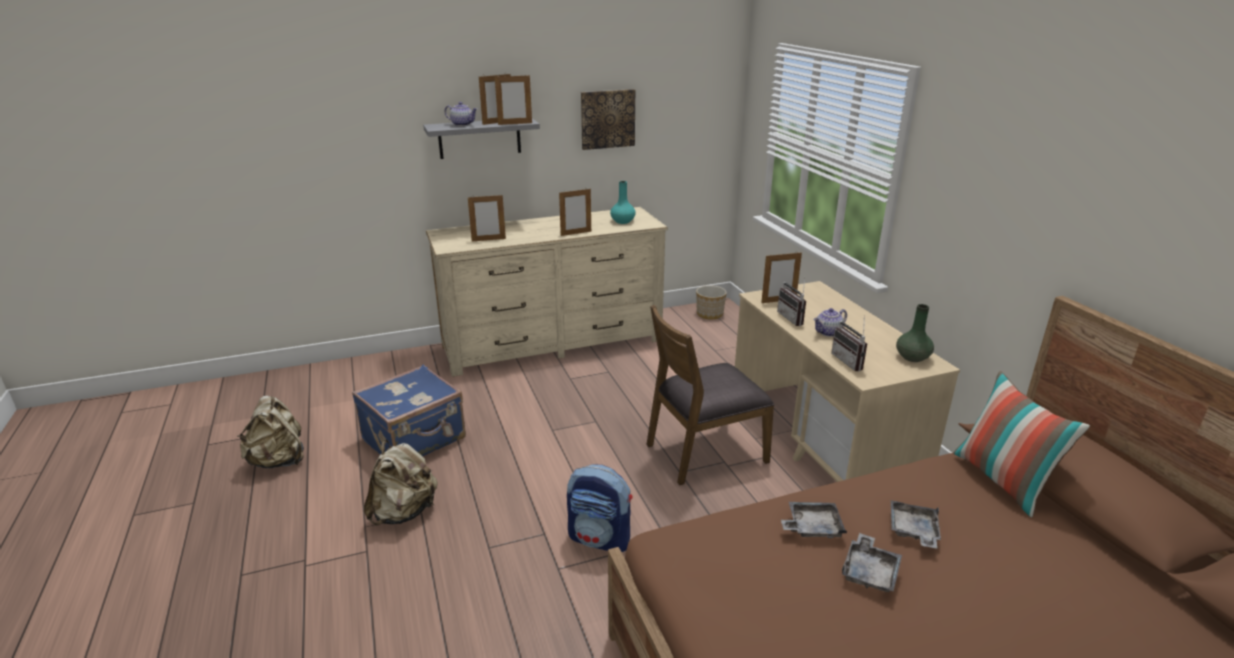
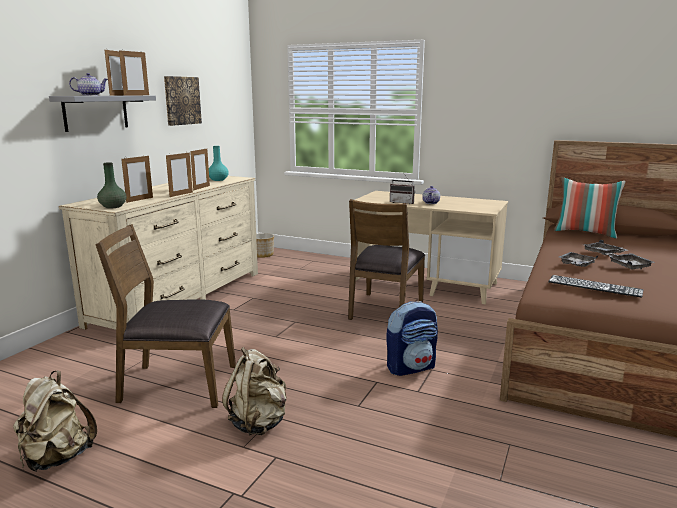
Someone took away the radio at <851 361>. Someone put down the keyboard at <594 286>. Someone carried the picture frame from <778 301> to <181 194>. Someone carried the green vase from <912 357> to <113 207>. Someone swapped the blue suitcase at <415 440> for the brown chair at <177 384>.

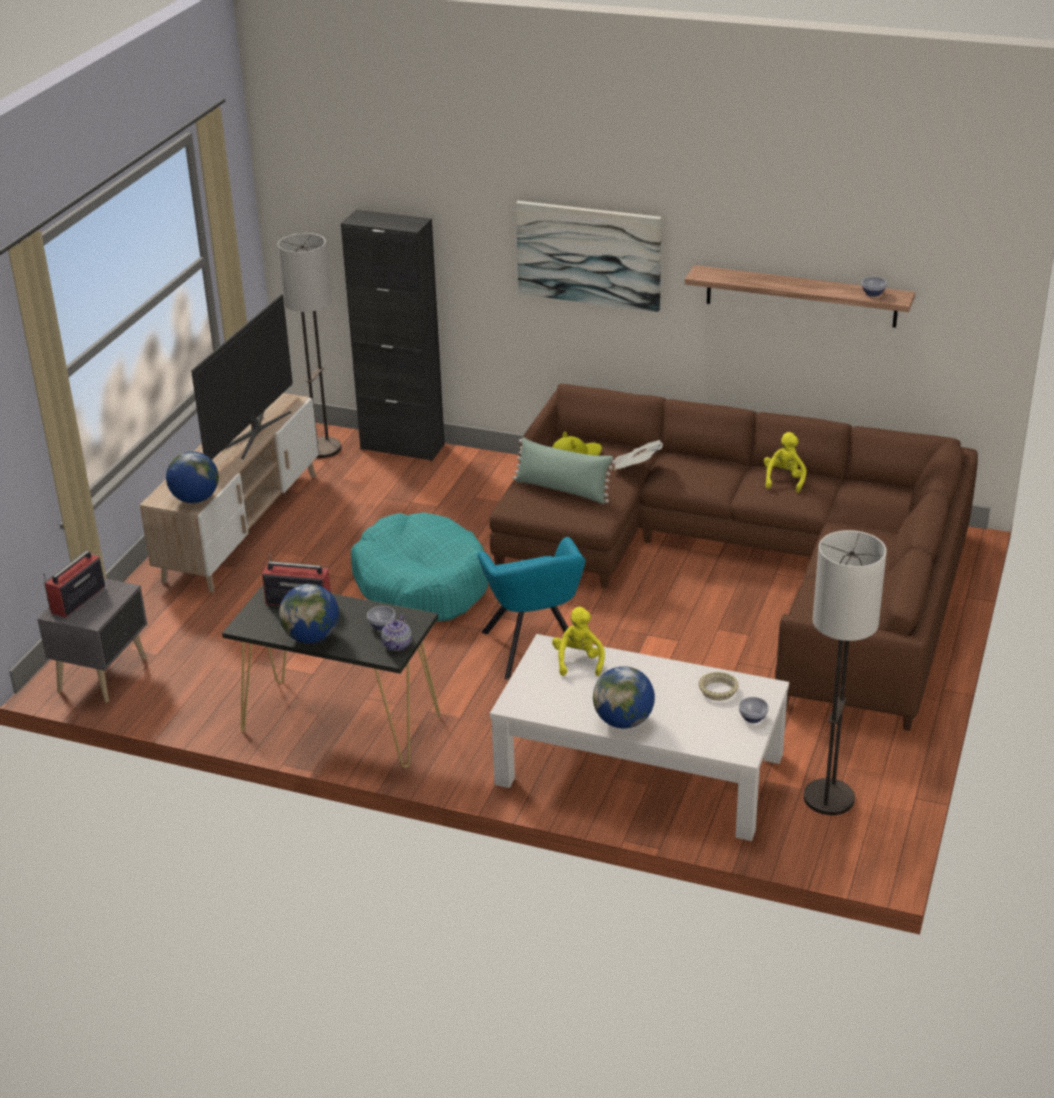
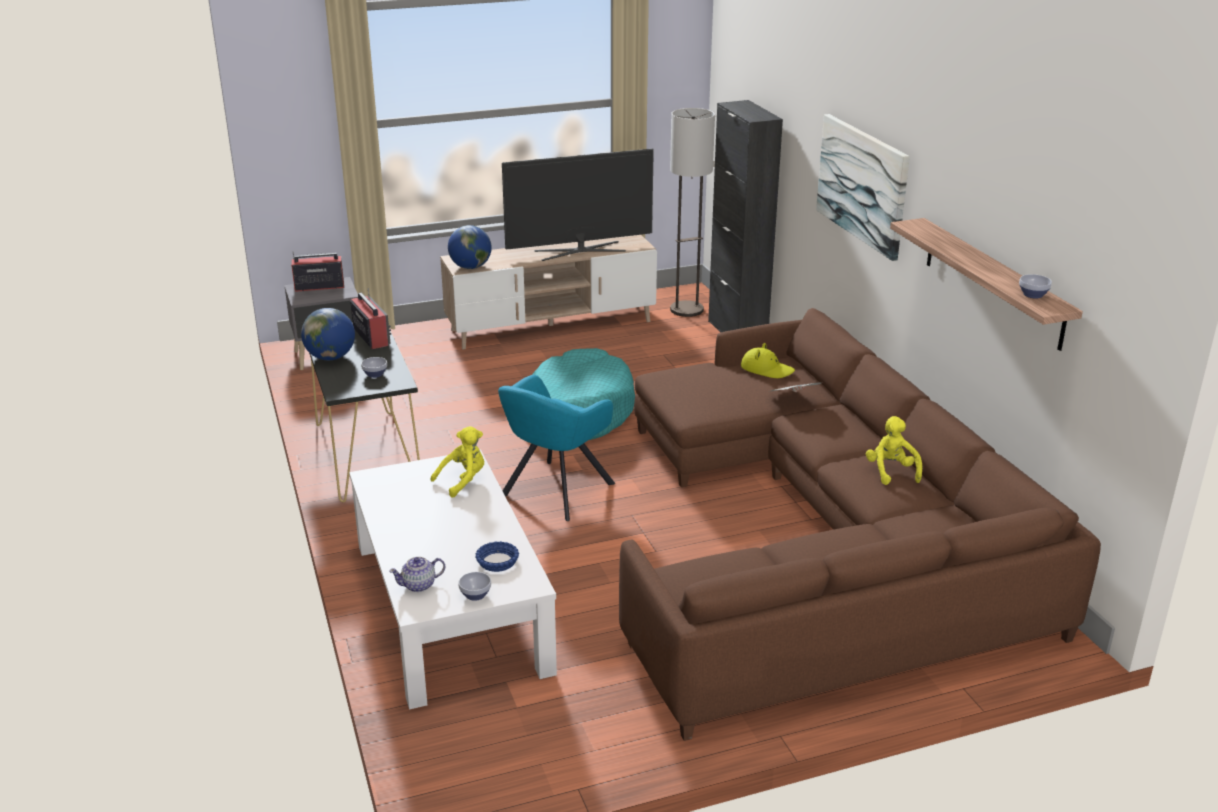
Someone took away the green pillow at <562 490>. Someone took away the globe at <623 721>. Someone took away the floor lamp at <829 798>. Someone carried the teapot from <397 644> to <419 585>. Someone repainted the beige bowl at <718 690>, which became the blue bowl at <497 561>. Someone rotated the yellow plush toy at <784 480> by 75 degrees counterclockwise.

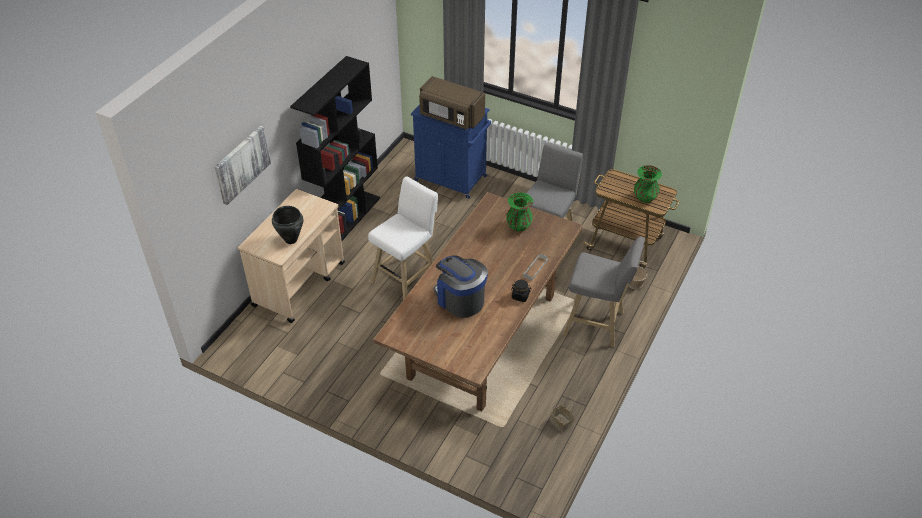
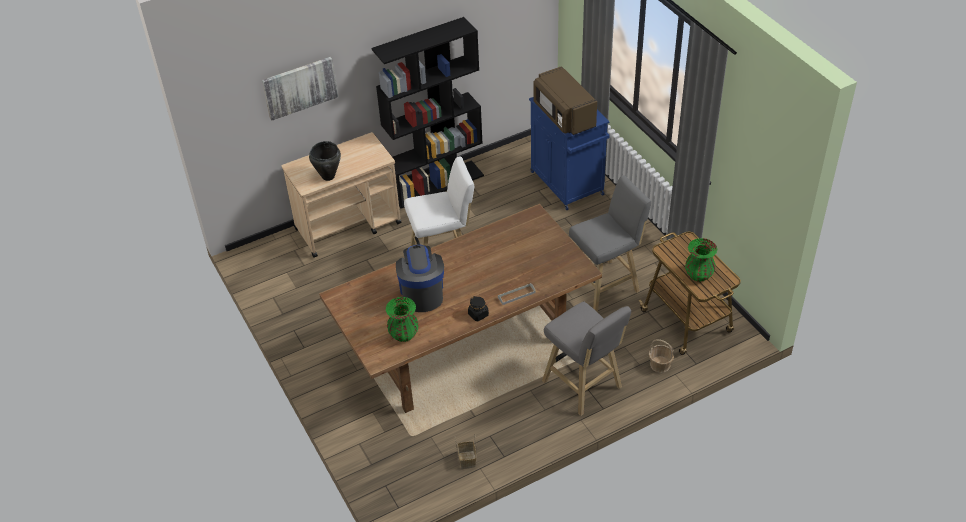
Someone carried the green vase from <518 226> to <404 334>.

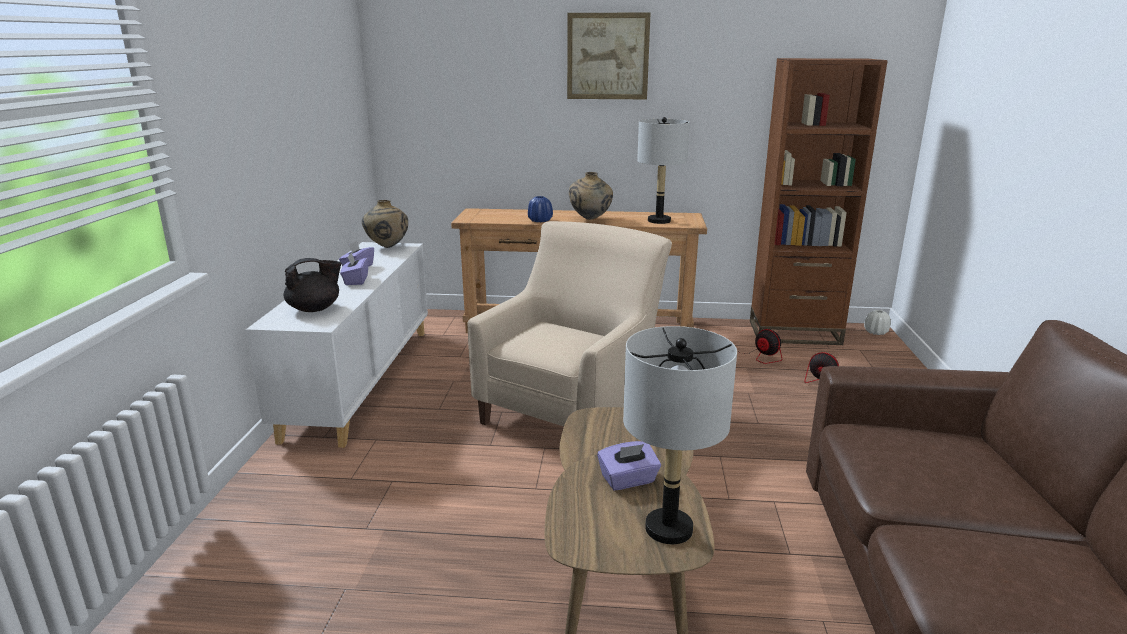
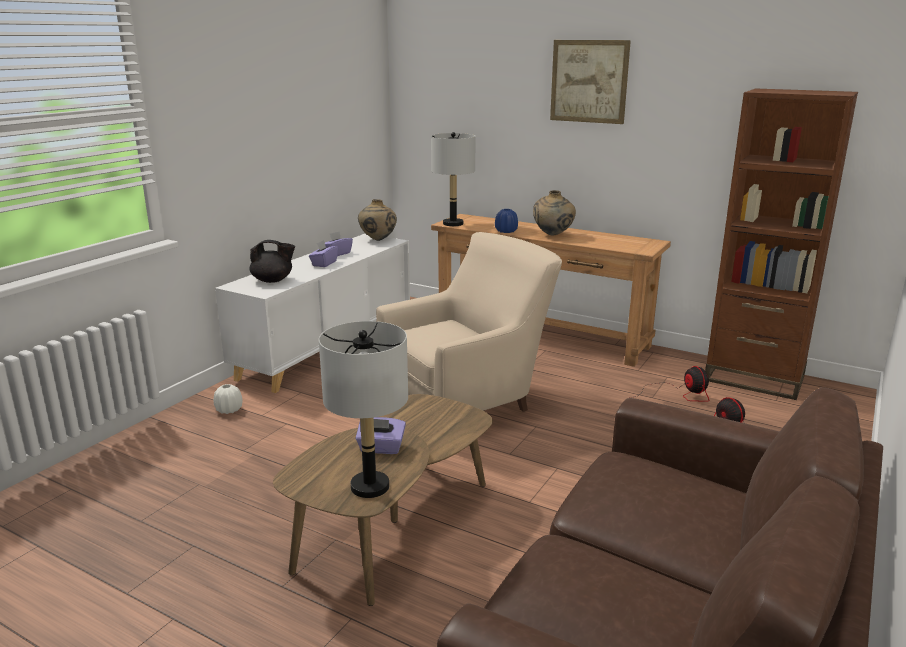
Someone carried the grey table lamp from <659 221> to <453 224>. Someone carried the white vase from <876 332> to <229 410>.

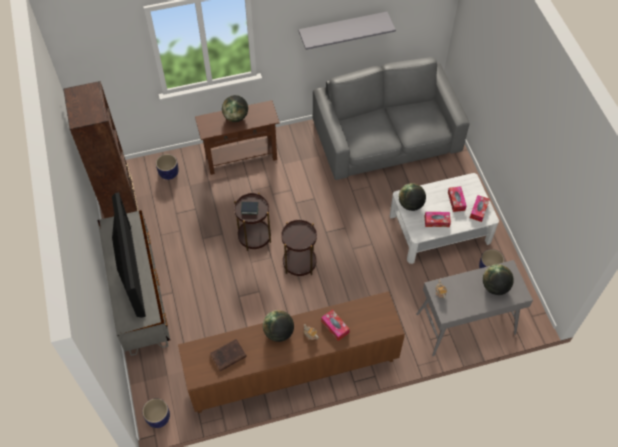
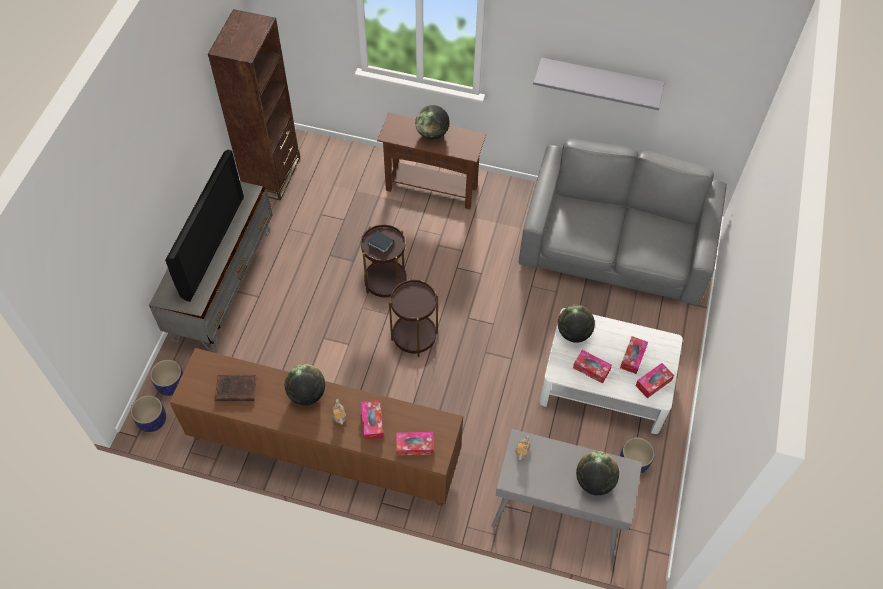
Someone put down the tissue box at <414 446>. Someone carried the planter from <169 173> to <172 385>.

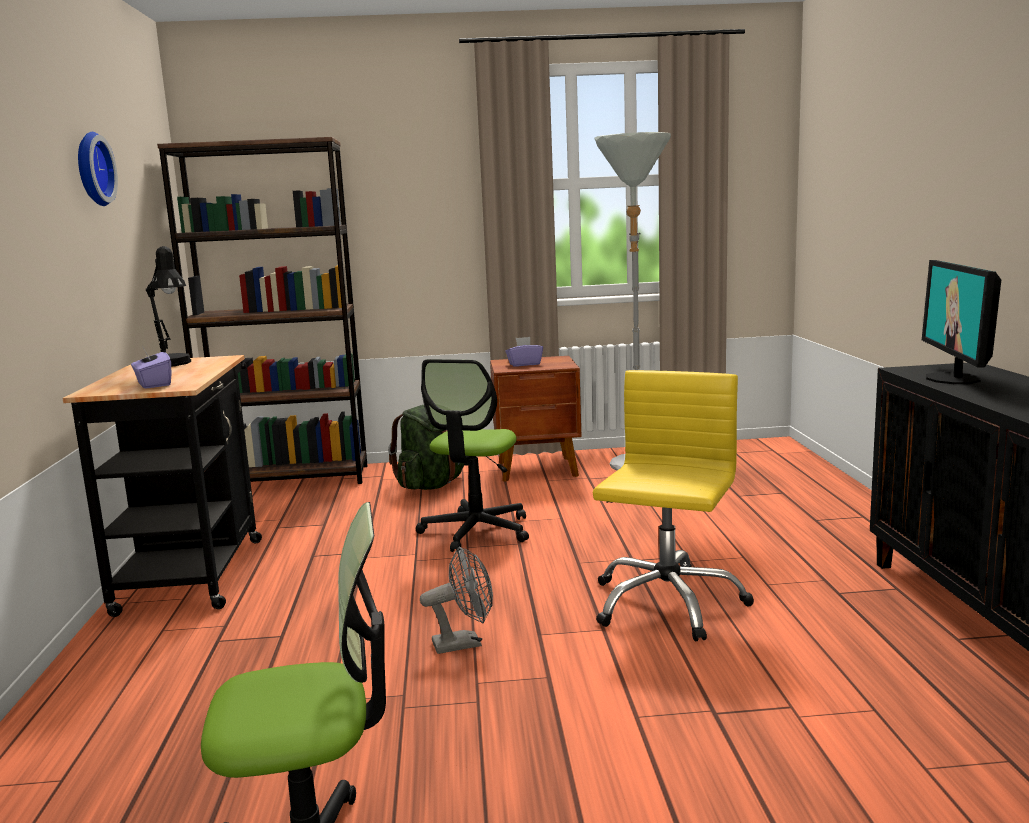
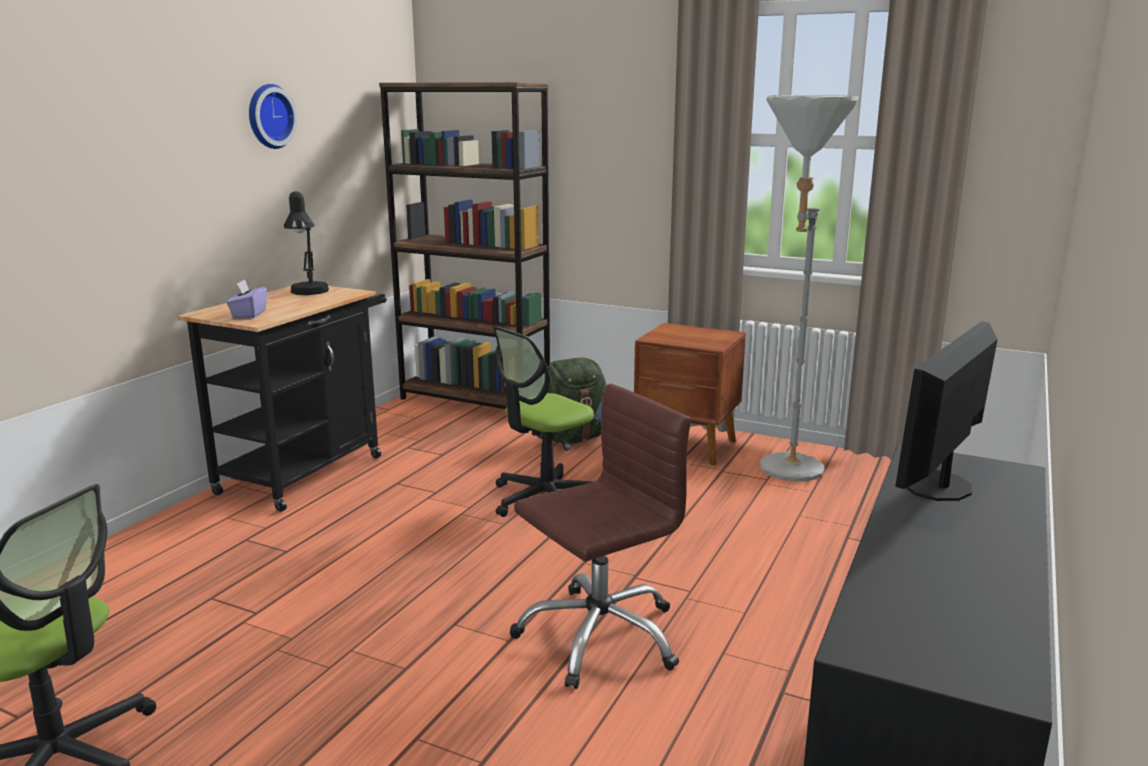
Someone took away the grey fan at <464 643>. Someone took away the purple tissue box at <524 364>. Someone repainted the yellow office chair at <666 603>, which became the brown office chair at <599 635>.

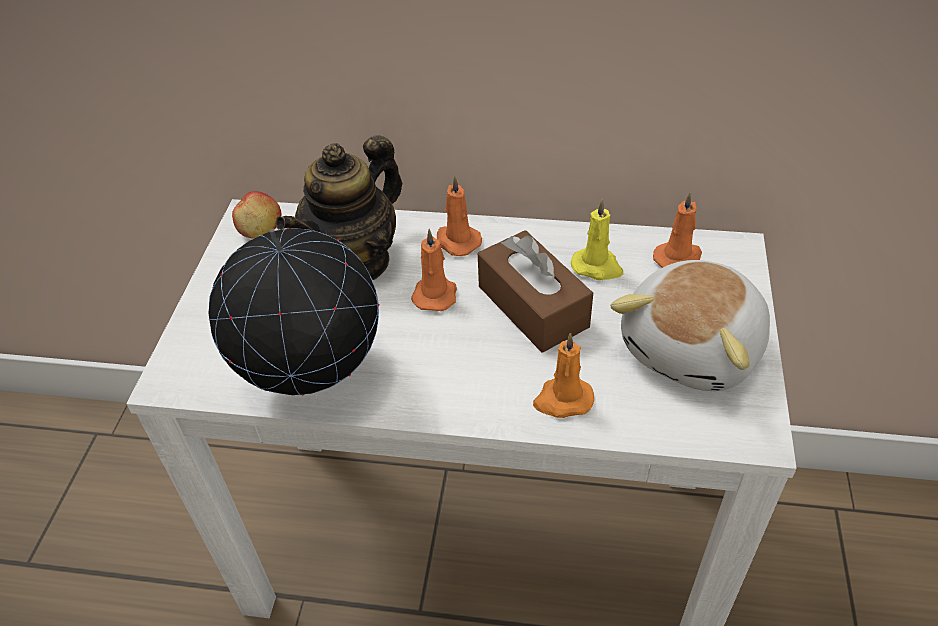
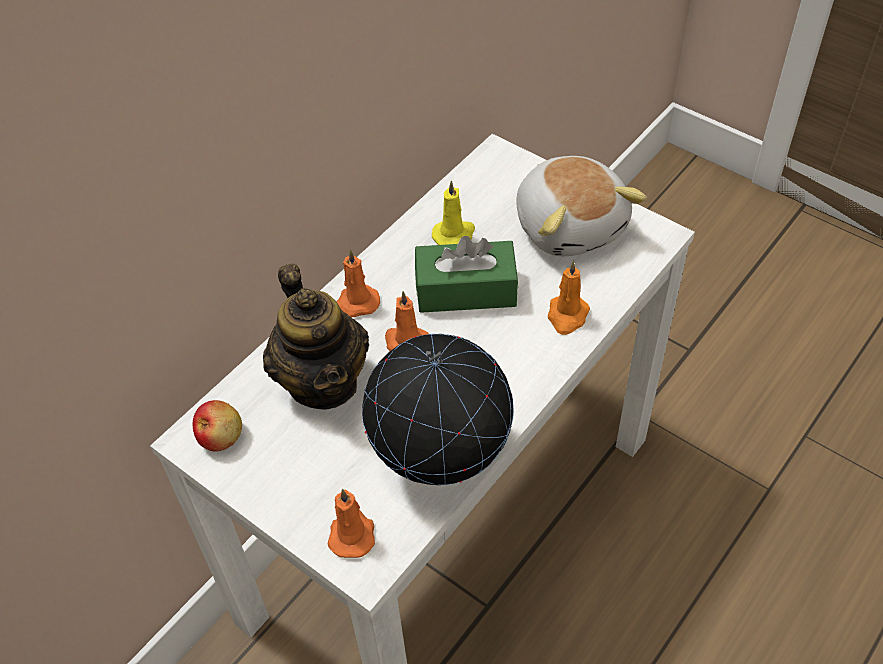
Someone carried the orange candle from <679 258> to <352 533>. Someone repainted the brown tissue box at <533 306>, which became the green tissue box at <466 290>.

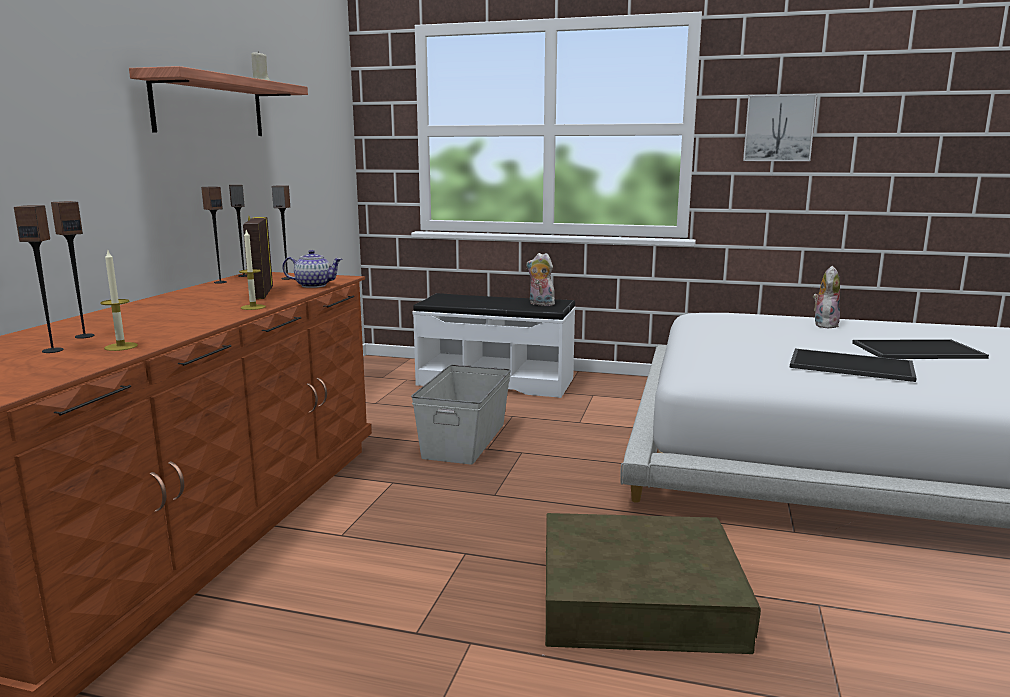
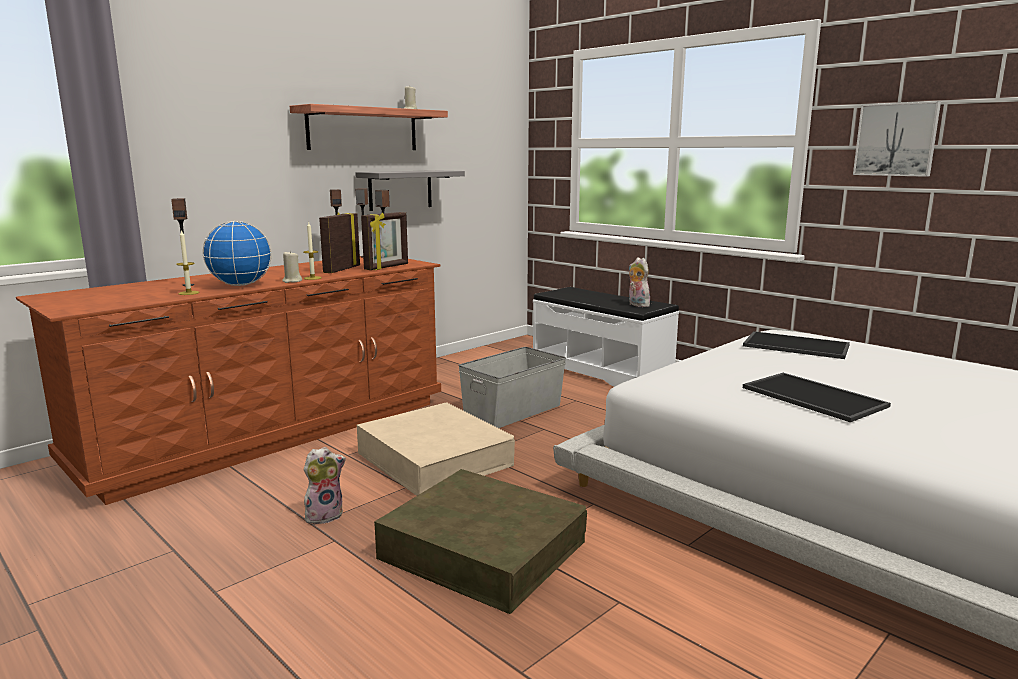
Someone took away the speaker at <53 350>. Someone put down the globe at <240 285>. Someone put down the beige candle at <292 281>. Someone put up the grey shelf at <400 190>. Someone put down the beige storage box at <434 459>. Someone carried the plush toy from <824 325> to <325 515>. Someone carried the tray from <917 351> to <794 346>. Someone swapped the teapot at <313 285> for the picture frame at <387 267>.

